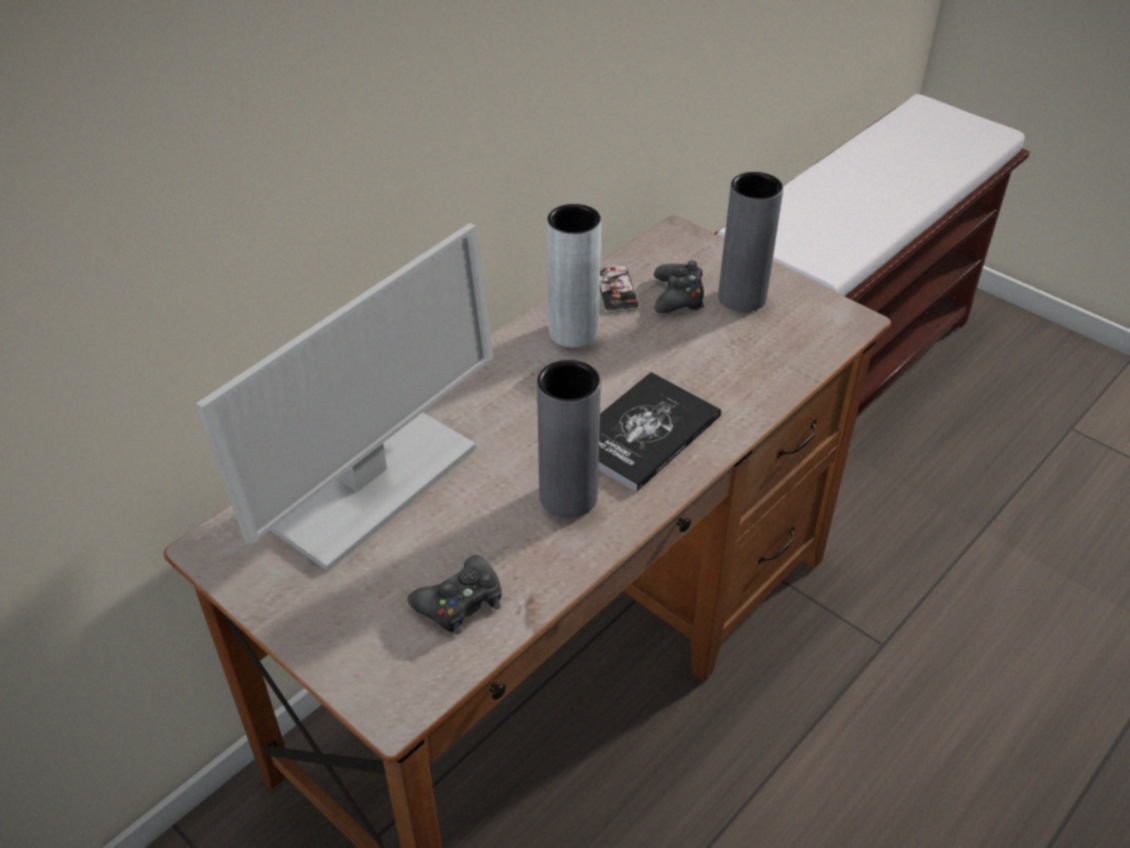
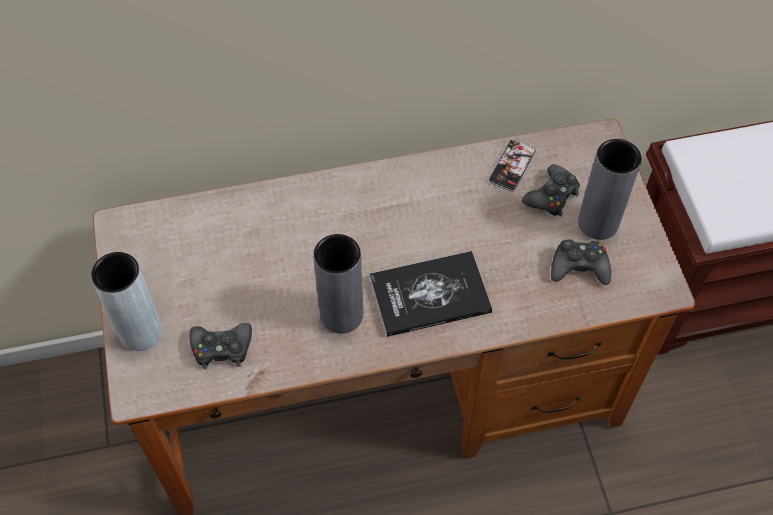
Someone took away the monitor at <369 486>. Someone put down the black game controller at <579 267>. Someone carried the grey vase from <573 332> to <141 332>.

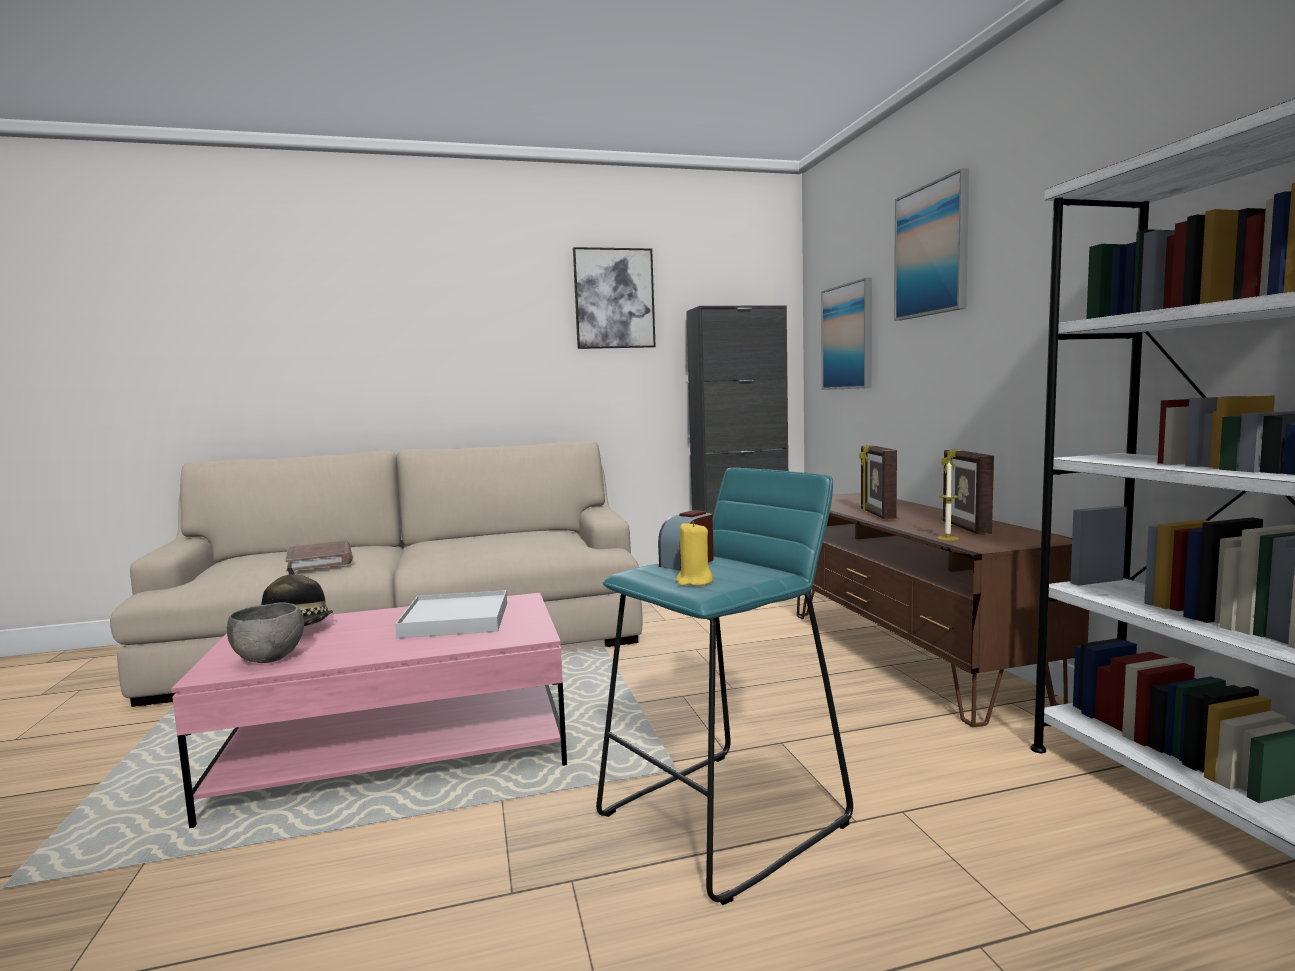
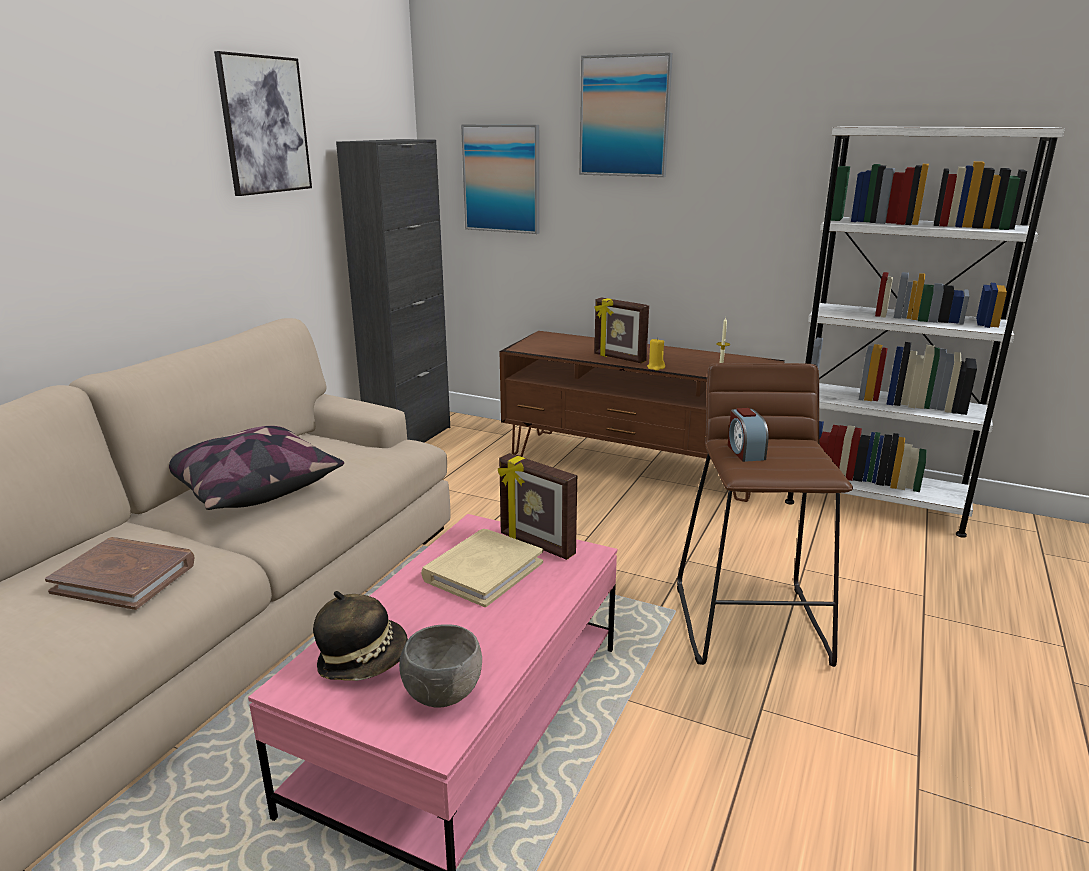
Someone put down the pillow at <251 488>. Someone carried the yellow candle from <694 581> to <656 367>. Someone carried the picture frame from <964 528> to <536 545>. Someone swapped the white tray at <456 619> for the beige book at <483 571>. Someone repainted the turquoise stool at <725 818>, which became the brown stool at <752 623>.

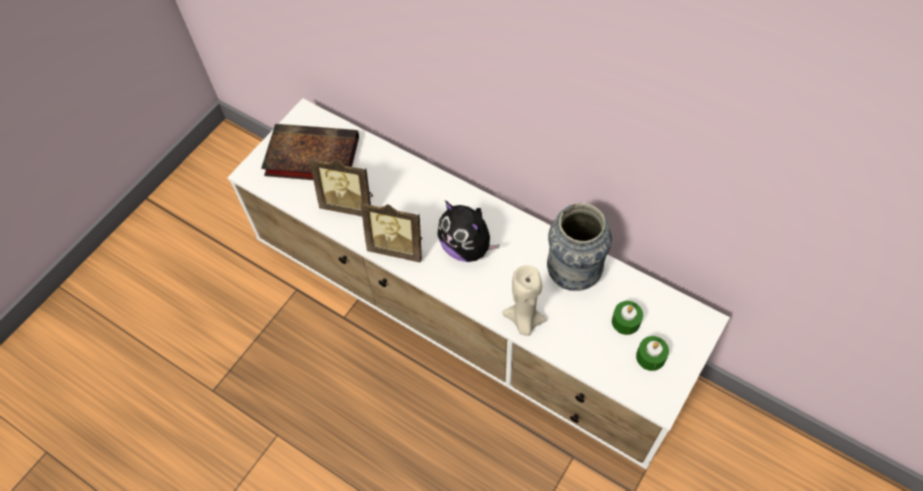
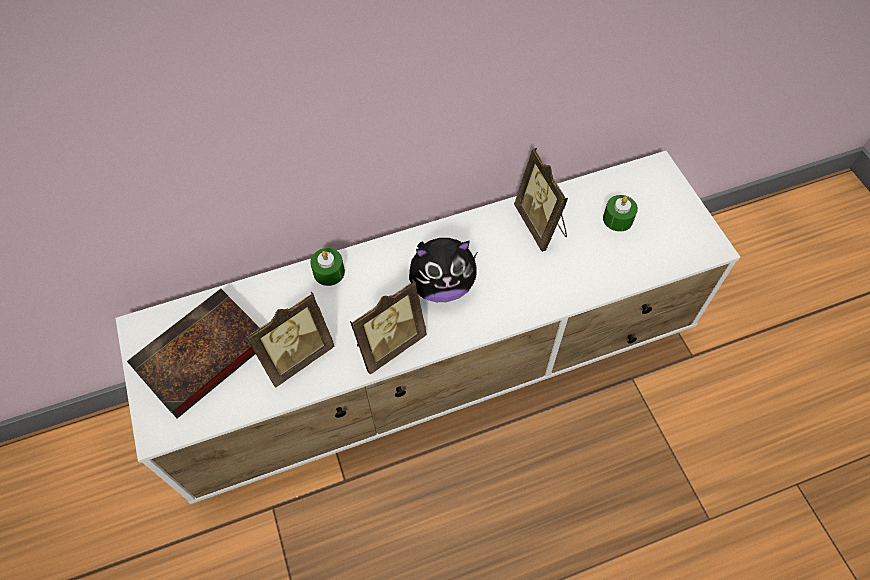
Someone took away the beige candle at <524 321>. Someone carried the green candle from <650 357> to <329 272>. Someone swapped the vase at <573 274> for the picture frame at <541 225>.

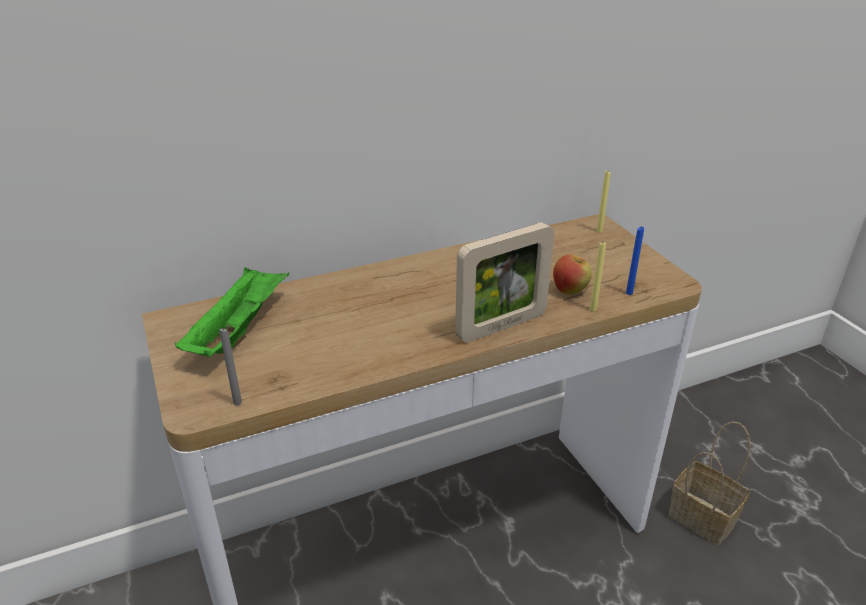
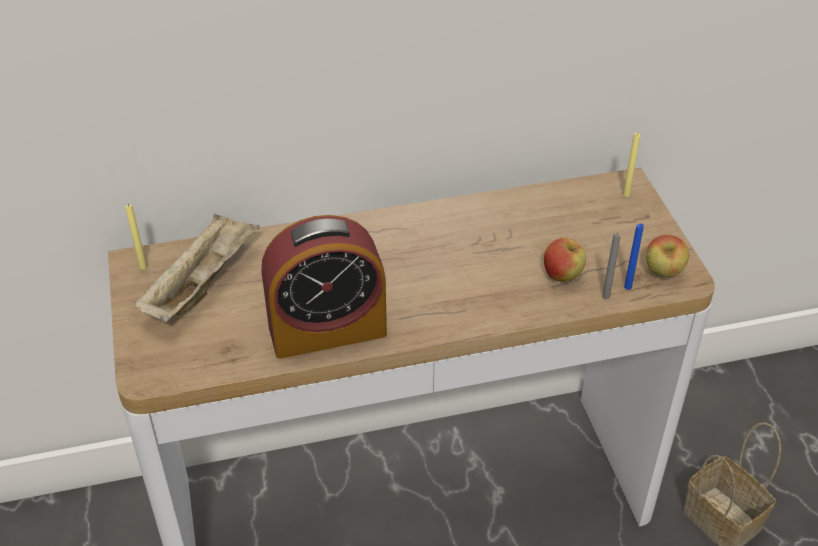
Someone took away the picture frame at <501 326>. Someone put down the alarm clock at <327 330>. Someone put down the apple at <663 273>. Someone carried the grey candle from <237 402> to <606 296>. Someone carried the yellow candle from <593 309> to <143 267>. Someone repainted the green tray at <239 329>, which became the beige tray at <201 284>.

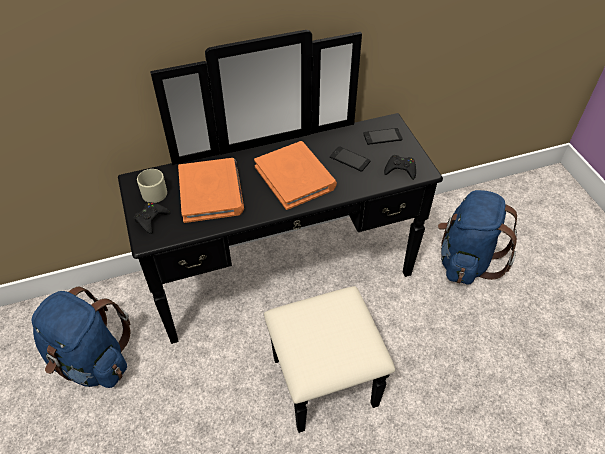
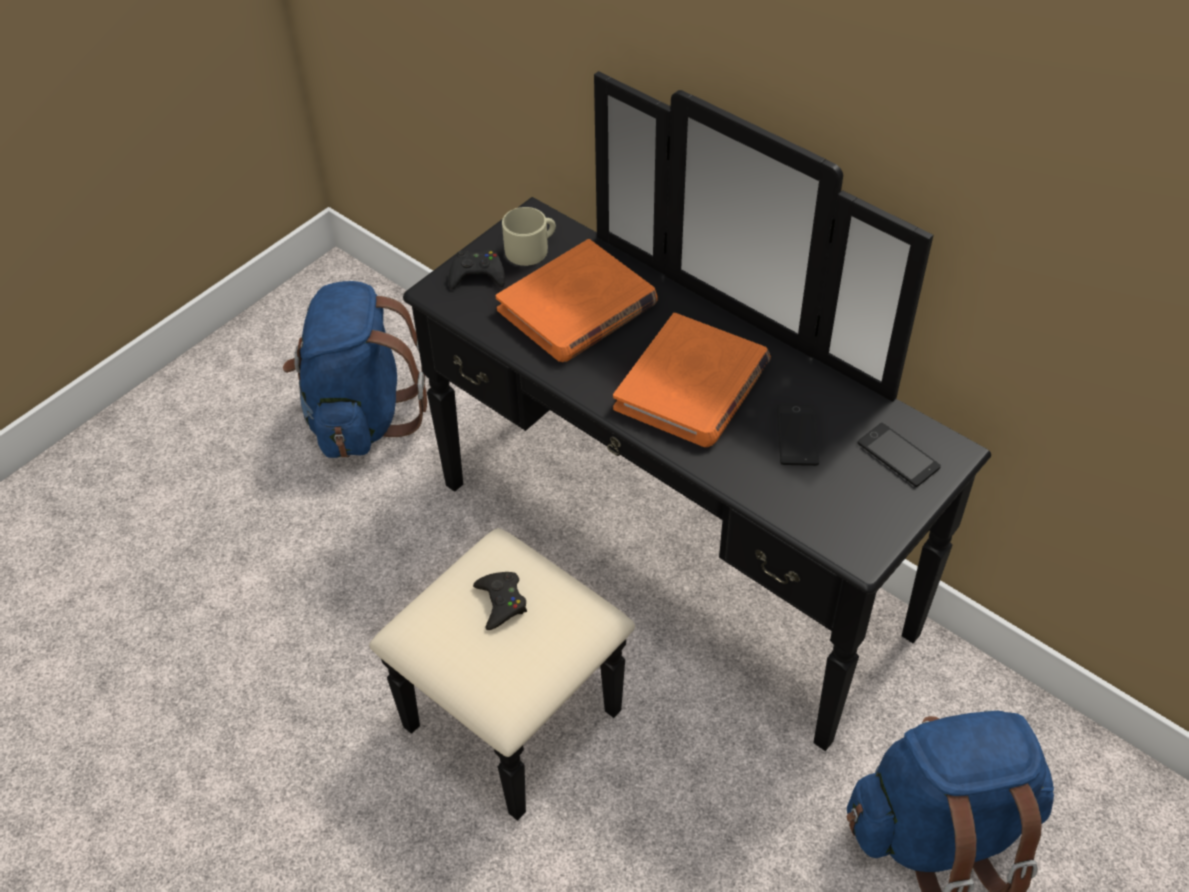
Someone carried the black game controller from <400 169> to <501 602>.

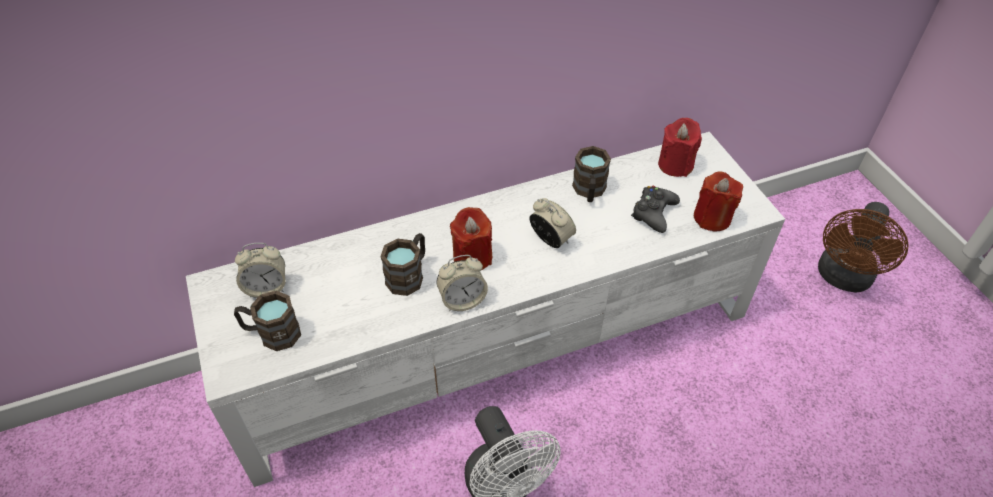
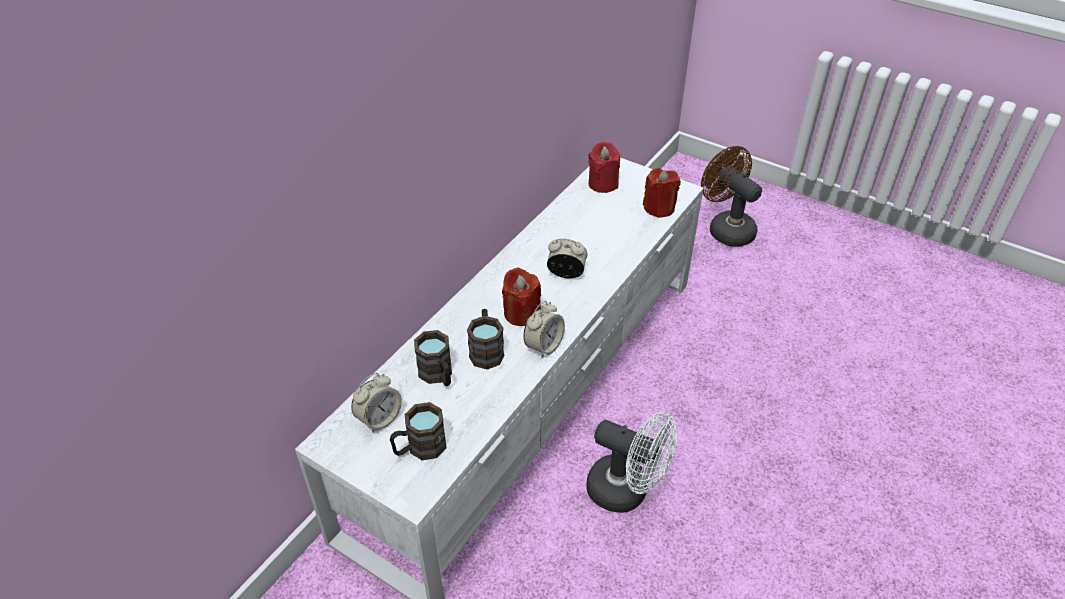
Someone took away the black game controller at <653 213>. Someone carried the brown mug from <589 191> to <438 375>. Someone rotated the brown fan at <843 278> by 150 degrees clockwise.

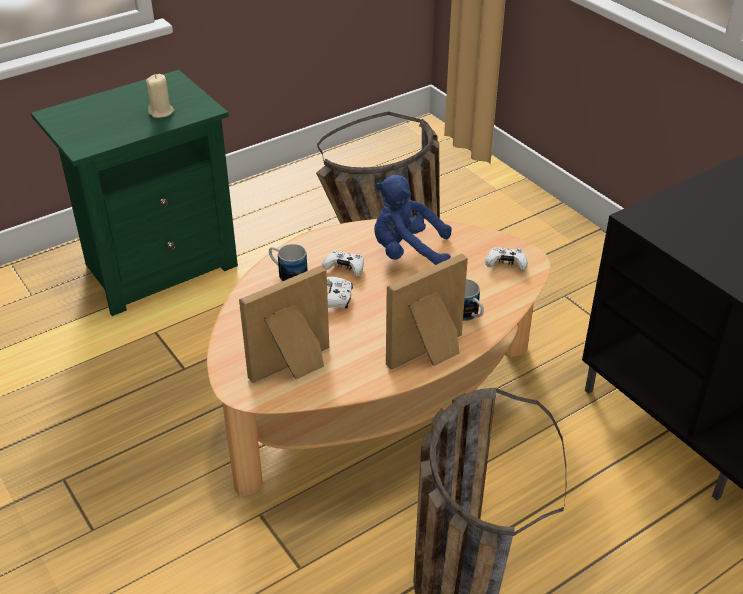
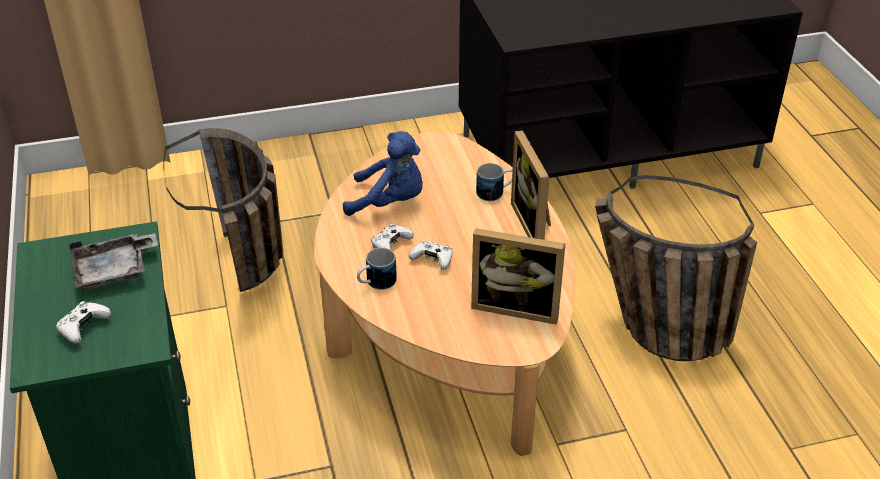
Someone carried the white game controller from <506 264> to <83 328>. Someone swapped the beige candle at <161 112> for the grey tray at <114 271>. Someone rotated the picture frame at <294 368> by 60 degrees counterclockwise. Someone rotated the blue plush toy at <407 253> by 105 degrees counterclockwise.

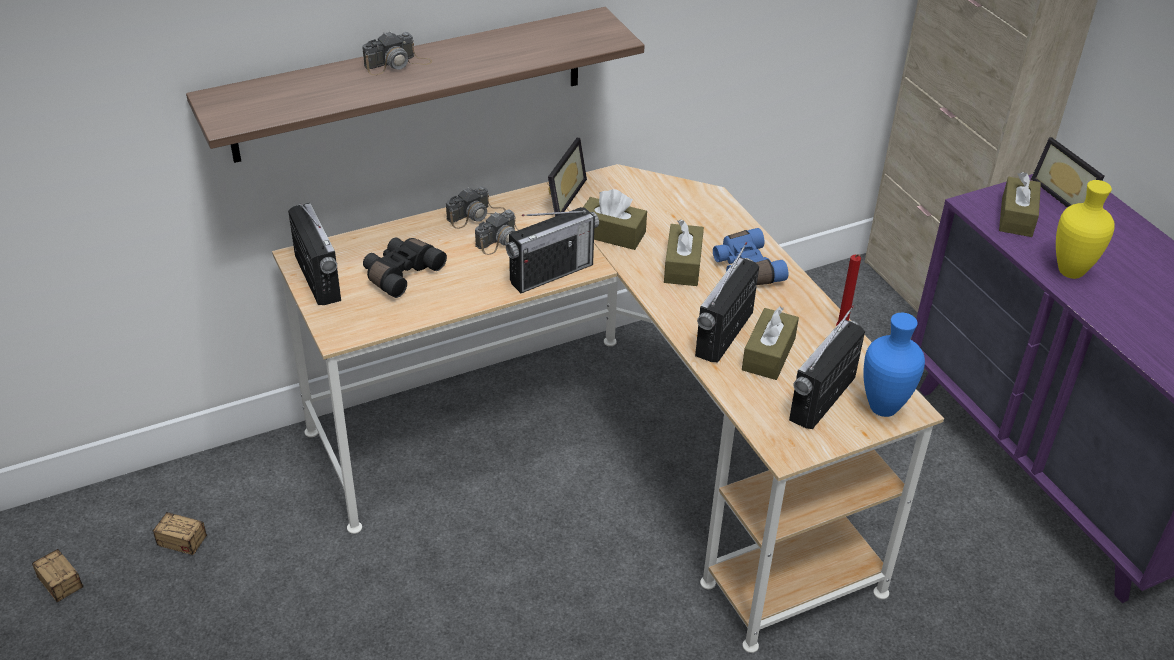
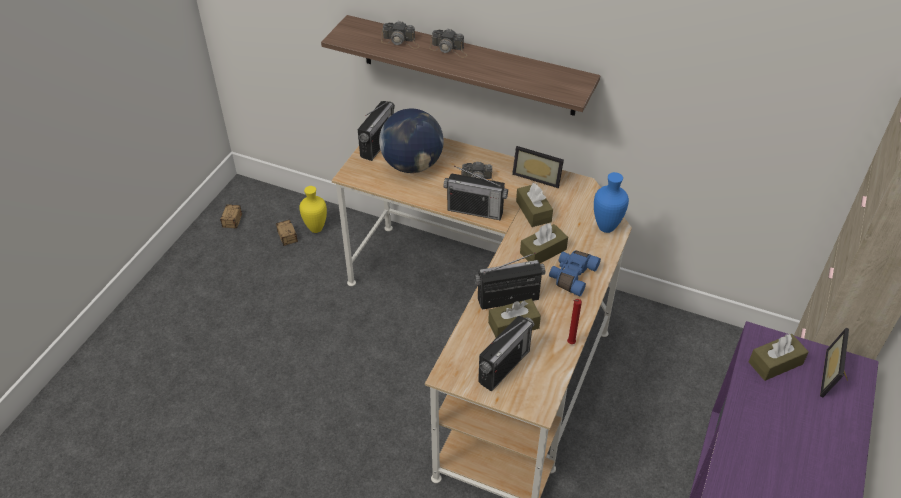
Someone carried the photo camera from <476 215> to <400 41>. Someone carried the blue vase from <881 407> to <605 227>. Someone carried the yellow vase from <1069 271> to <316 228>. Someone swapped the black binoculars at <400 273> for the globe at <412 165>. Someone rotated the picture frame at <560 196> by 45 degrees clockwise. Someone rotated the radio at <822 398> by 135 degrees clockwise.

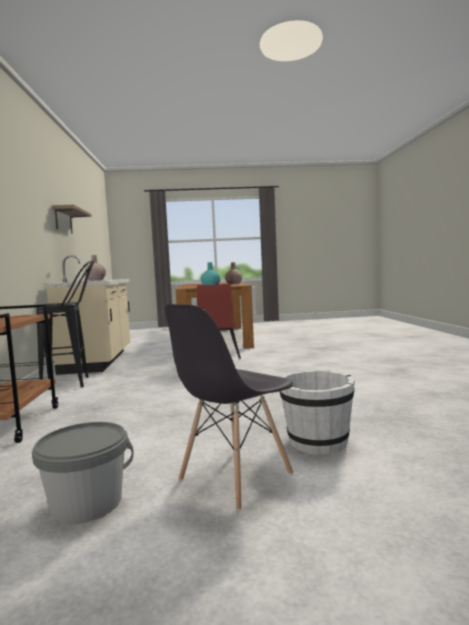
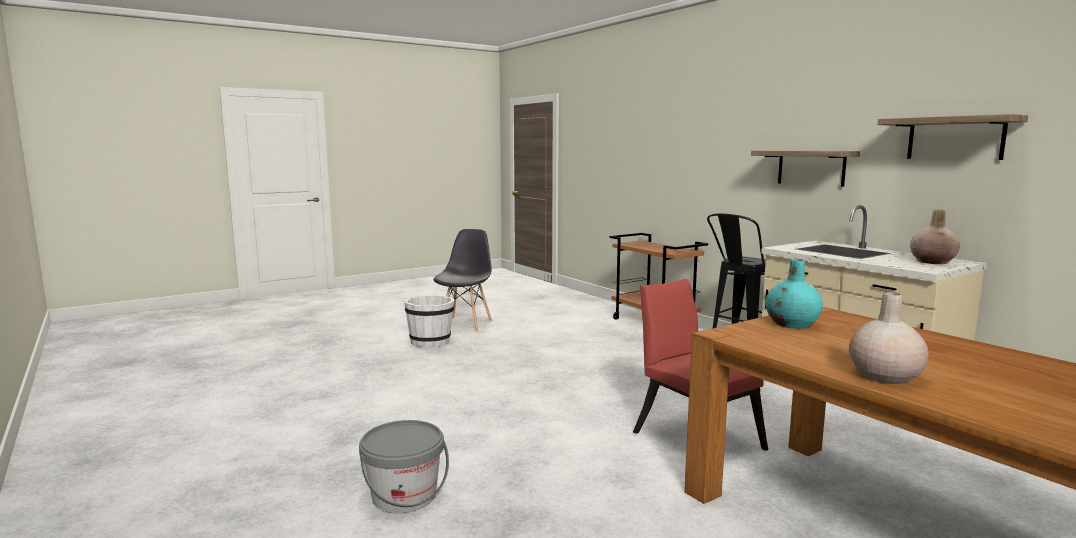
Someone put up the shelf at <811 167>. Someone carried the grey bucket from <87 503> to <404 496>.

